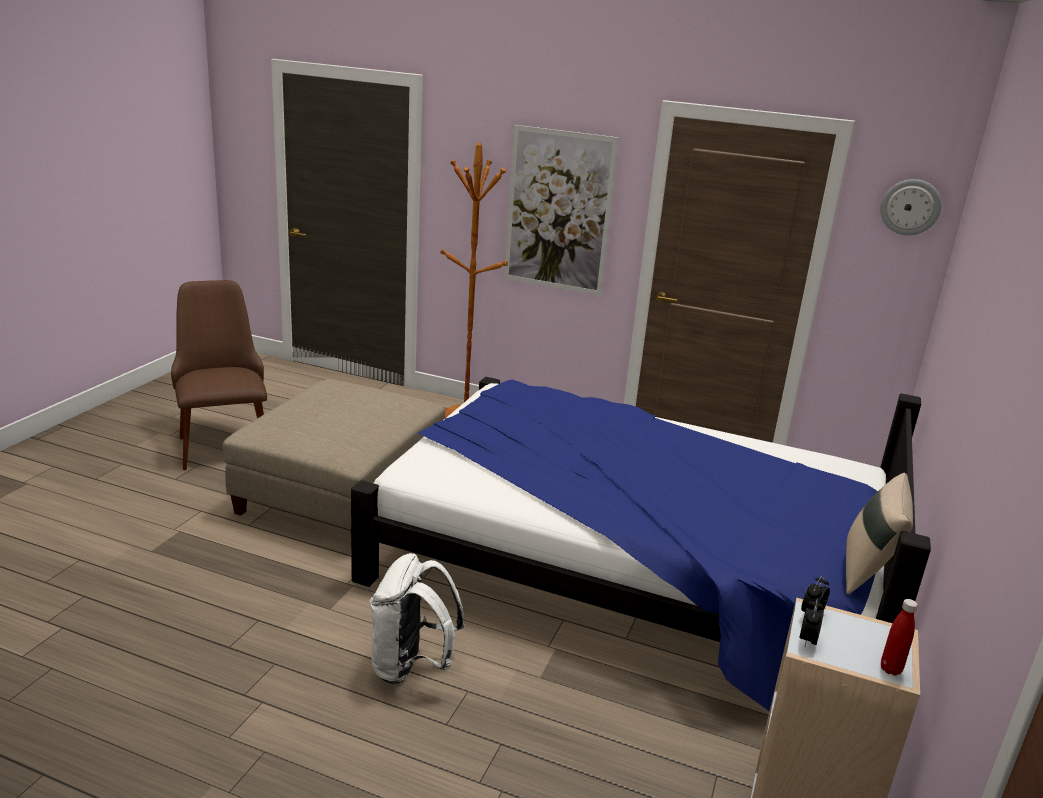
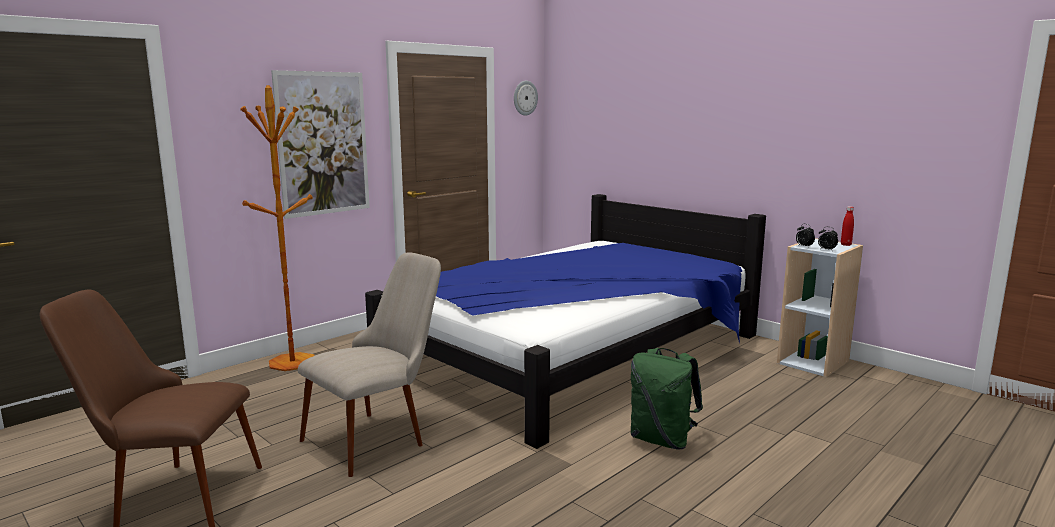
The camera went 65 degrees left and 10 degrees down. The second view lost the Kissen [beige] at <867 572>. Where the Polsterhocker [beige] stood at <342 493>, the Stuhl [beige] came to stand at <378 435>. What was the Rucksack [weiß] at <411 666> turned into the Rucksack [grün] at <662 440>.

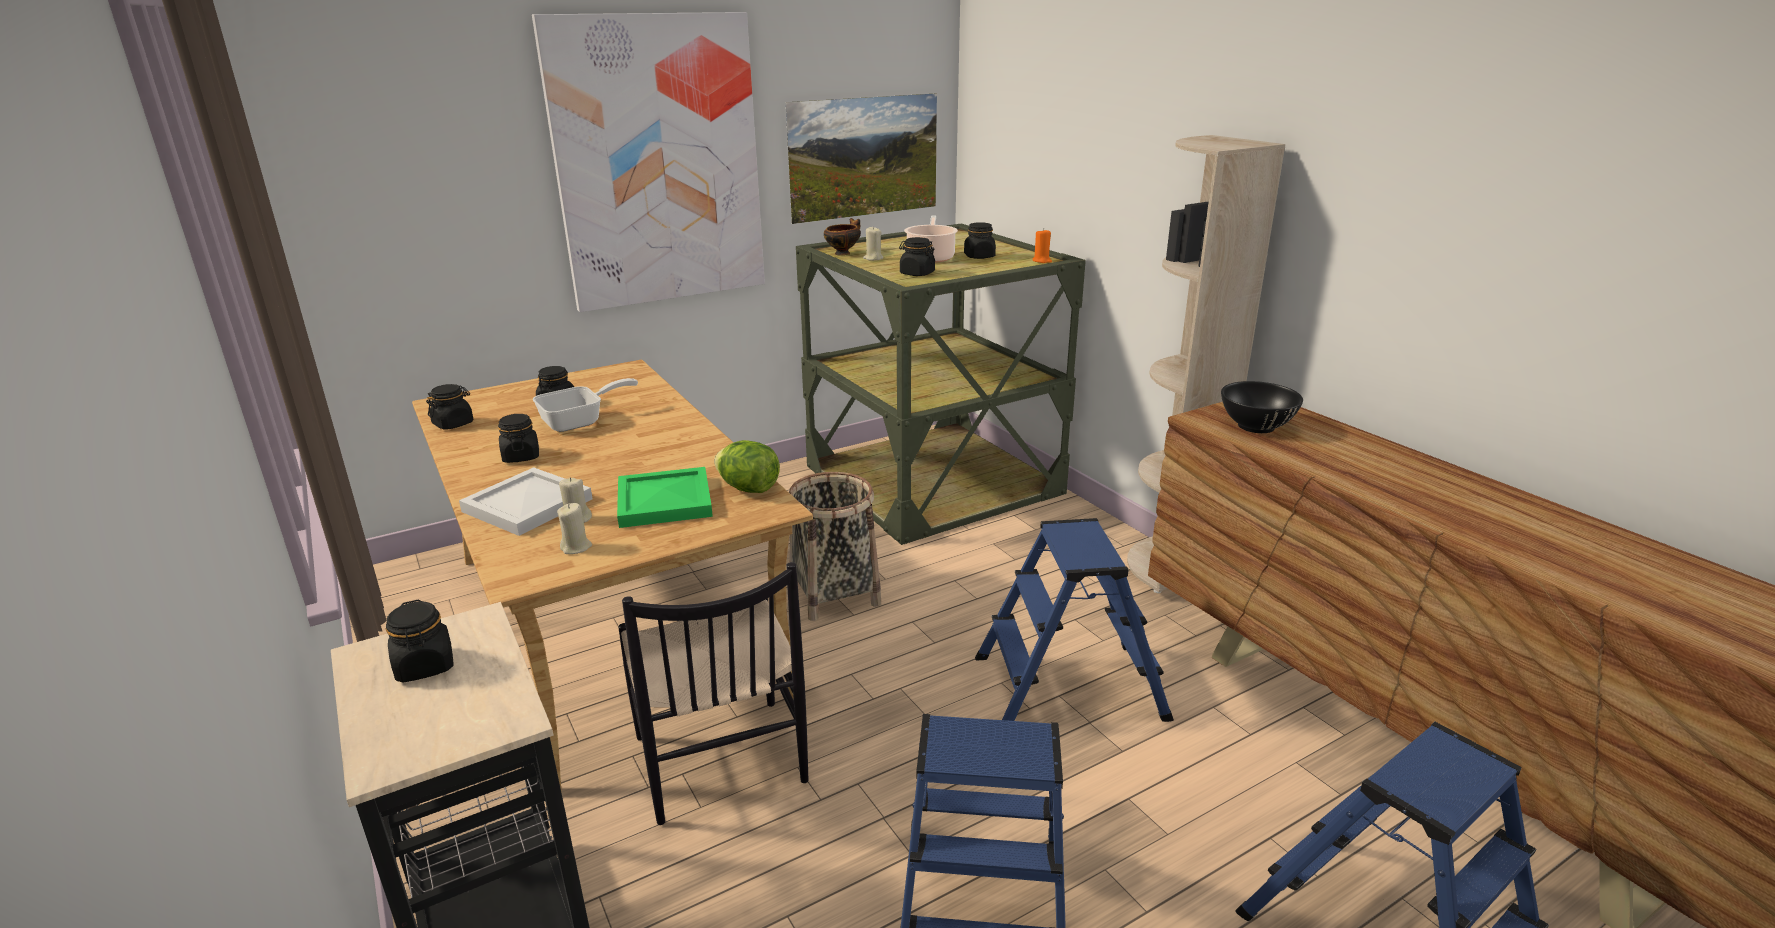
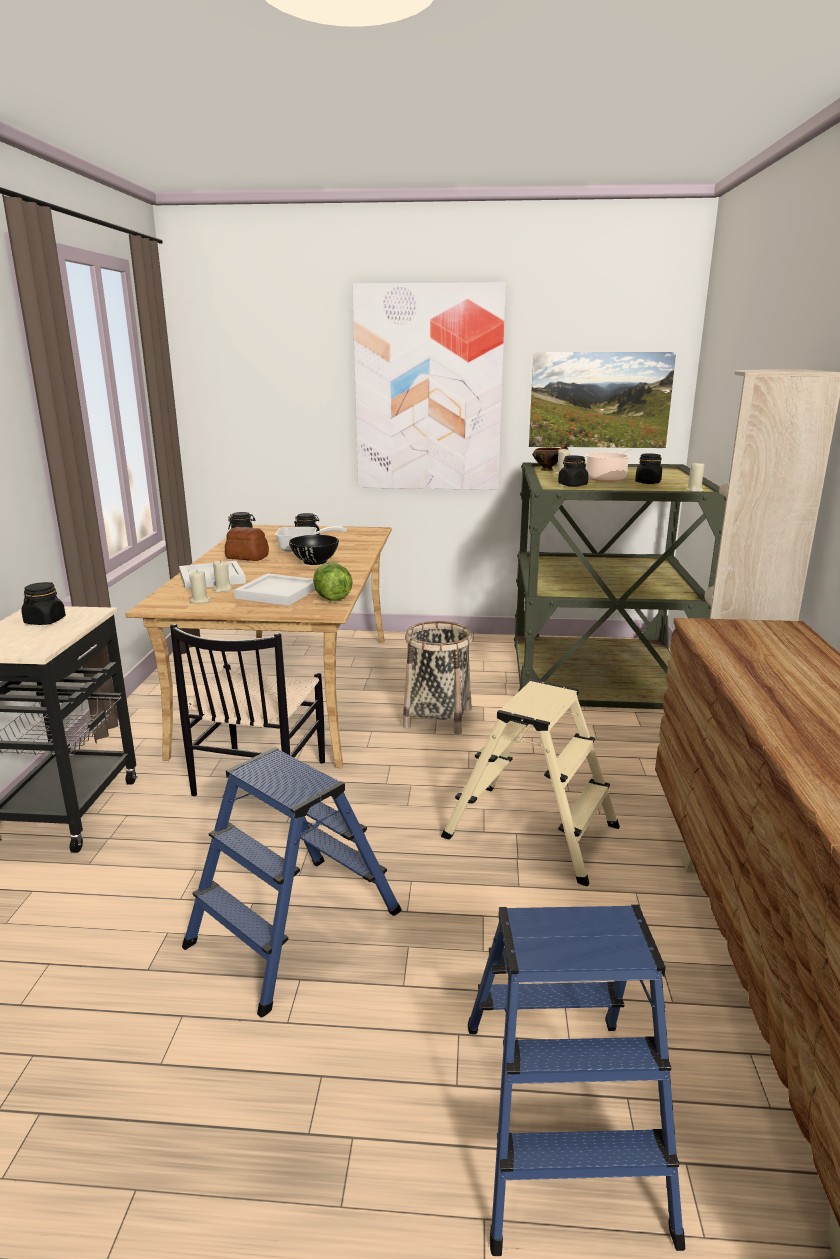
The camera went 35 degrees right and 5 degrees down. The Schüssel [schwarz] ended up elsewhere, having gone from <1255 426> to <315 562>. Where the Vorratsglas [schwarz] stood at <521 456>, the Brot came to stand at <247 557>. What was the Tablett [grün] at <666 500> turned into the Tablett [weiß] at <279 592>. What was the Trittleiter [blau] at <1069 687> turned into the Trittleiter [beige] at <531 831>. What was the Kerze [orange] at <1042 261> turned into the Kerze [beige] at <694 490>.

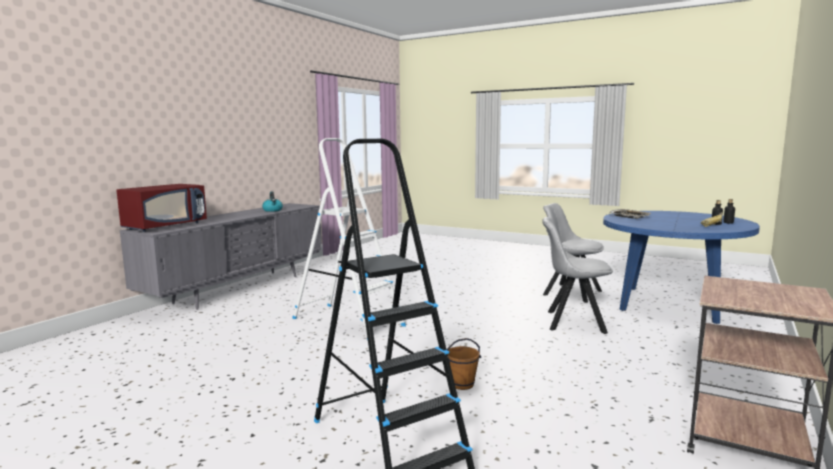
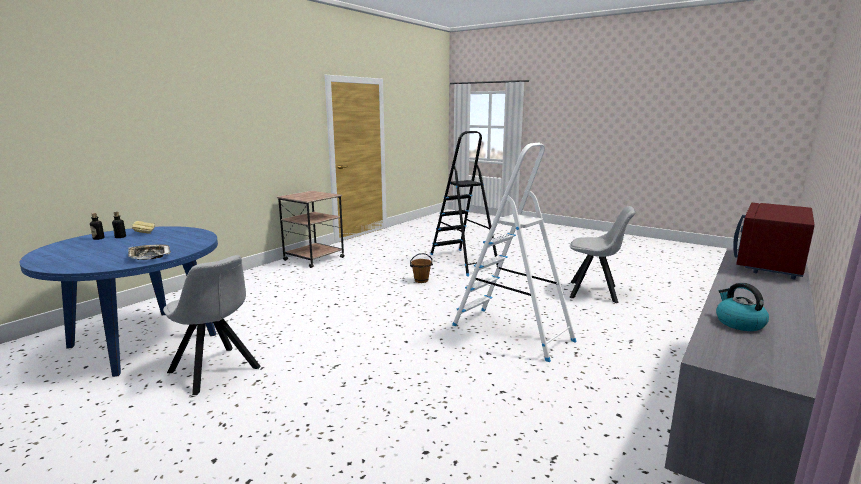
The camera went 175 degrees left and 5 degrees up. The Stuhl [grau] ended up elsewhere, having gone from <573 322> to <595 292>.

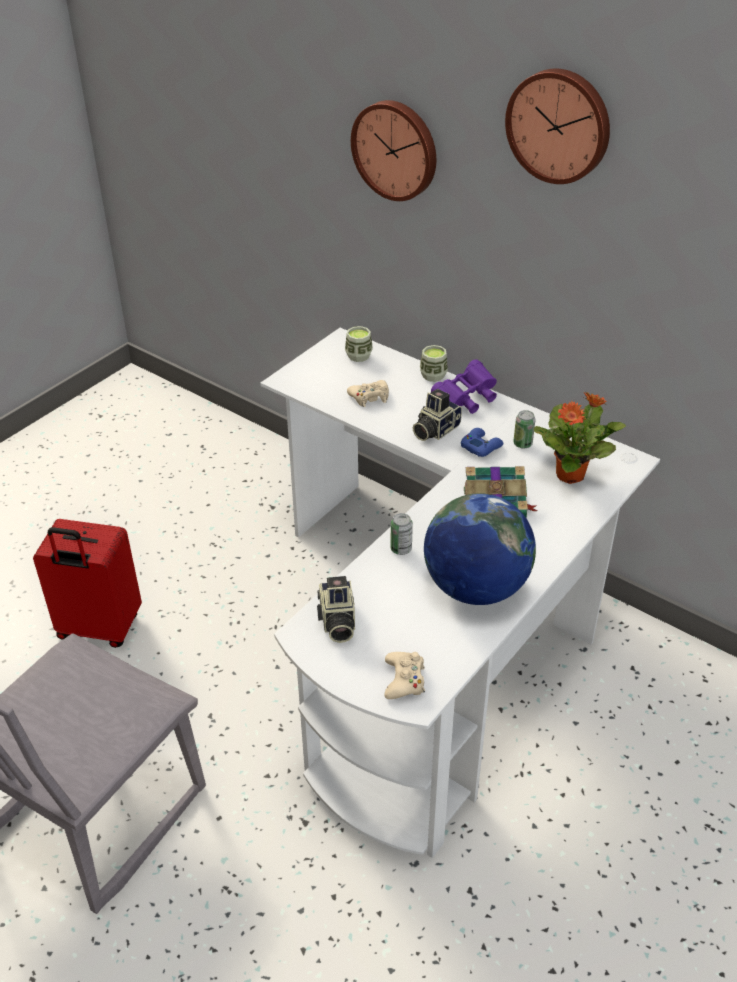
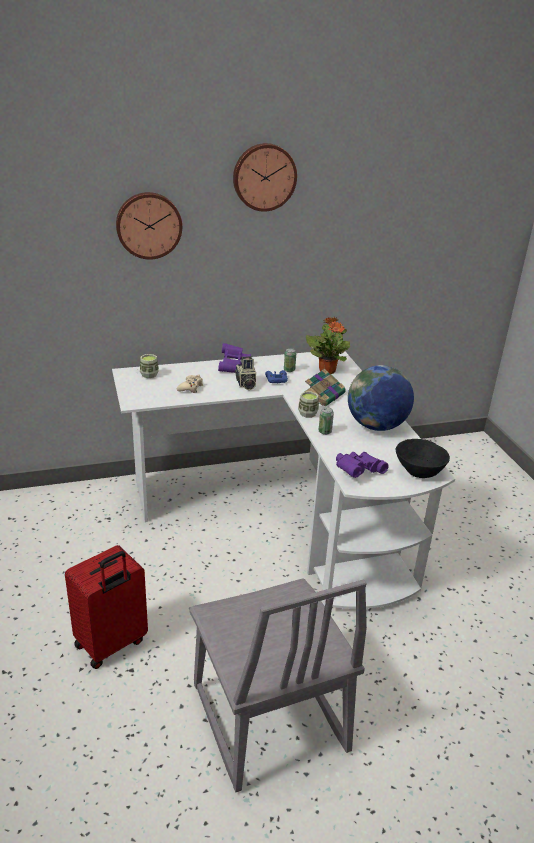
The camera went 55 degrees left and 10 degrees down. The Tasse ended up elsewhere, having gone from <433 375> to <307 413>. Where the Kamera stood at <336 622>, the Fernglas [lila] came to stand at <358 472>. Where the Gamepad [beige] stood at <404 680>, the Schüssel [schwarz] came to stand at <419 471>.

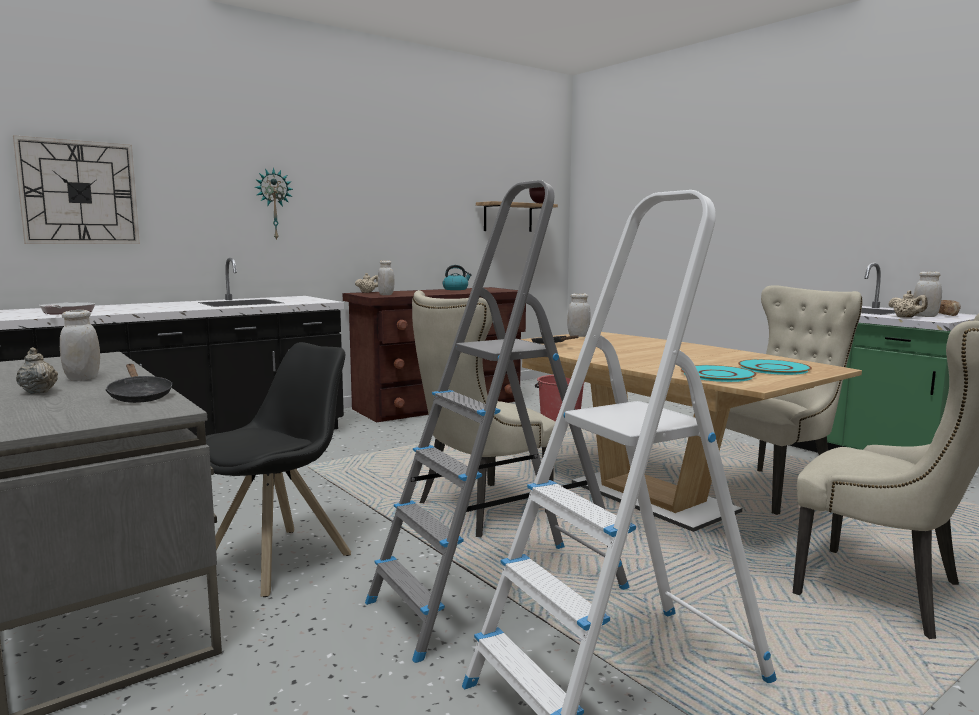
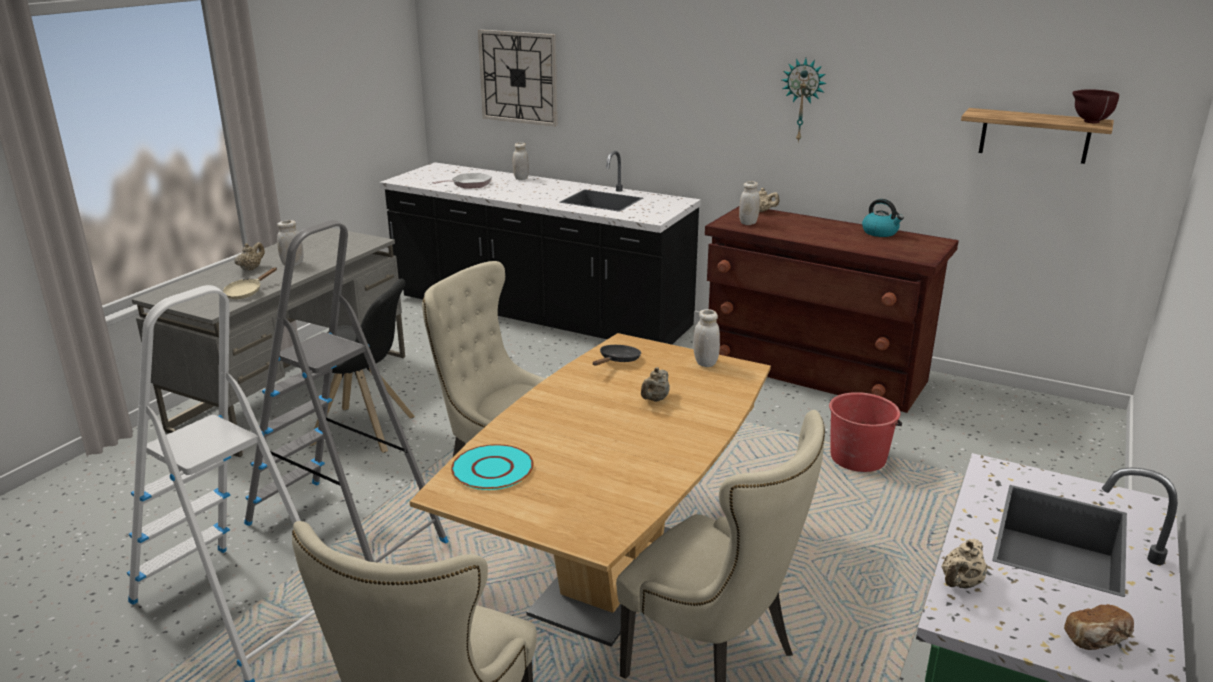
The camera went 65 degrees right and 15 degrees up. The second view lost the Teller [türkis] at <773 368>. The second view gained the Teekanne [beige] at <654 399>. The Wanduhr ended up elsewhere, having gone from <273 204> to <803 100>. The Vorratsglas [weiß] ended up elsewhere, having gone from <925 316> to <521 178>. What was the Pfanne [schwarz] at <139 396> turned into the Pfanne [beige] at <246 292>.

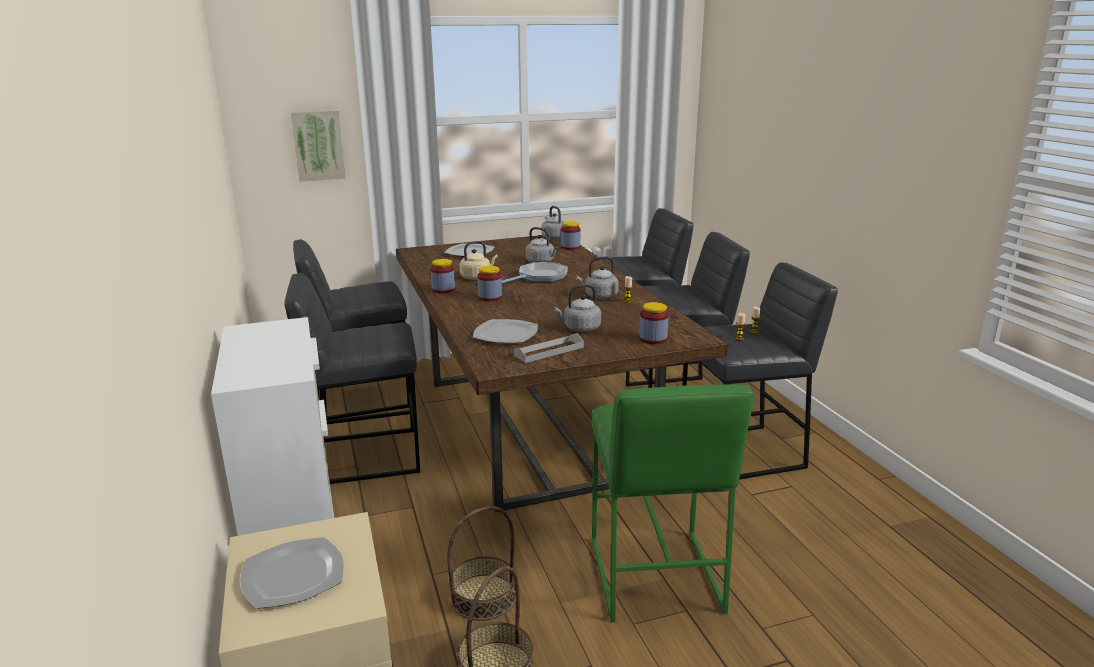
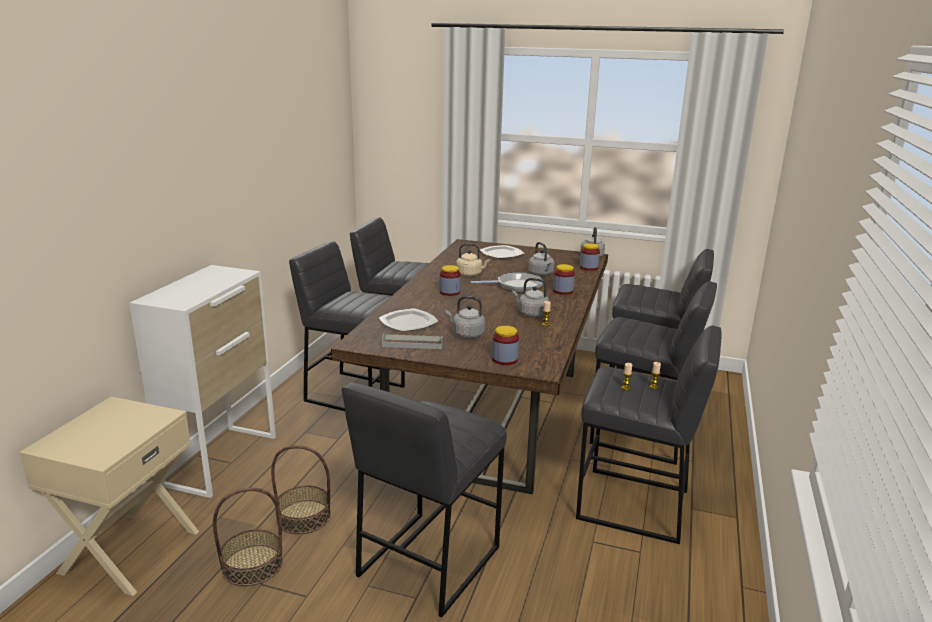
The camera went 35 degrees right and 0 degrees up. The second view lost the Teller at <294 576>. The second view lost the Bild at <318 145>. The Vorratsglas ended up elsewhere, having gone from <443 289> to <563 291>. What was the Hocker [grün] at <655 576> turned into the Hocker [grau] at <427 562>.

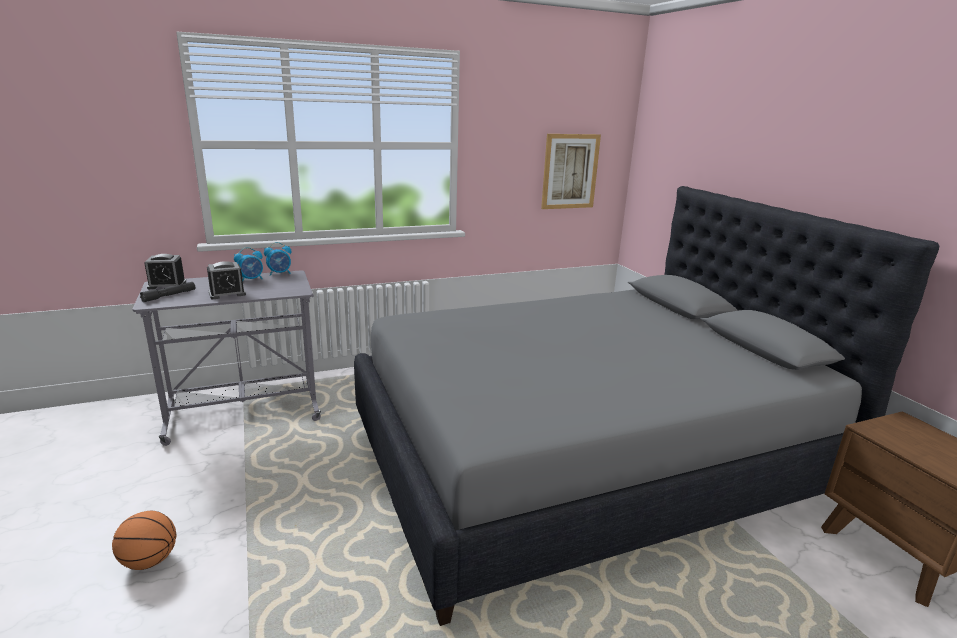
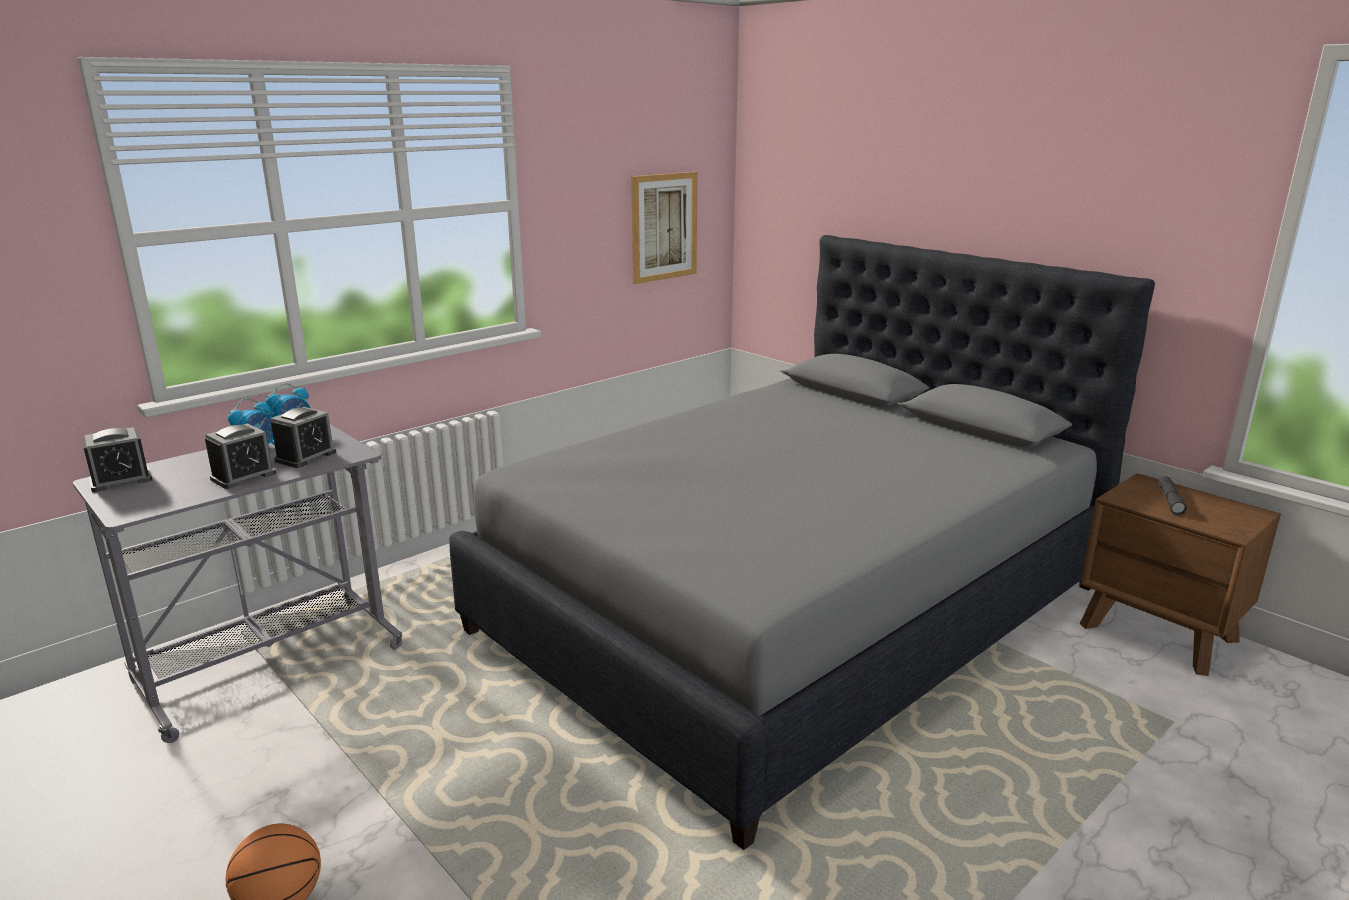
The camera went 20 degrees left and 0 degrees up. The second view gained the Wecker at <306 456>. The Taschenlampe [grau] ended up elsewhere, having gone from <169 296> to <1170 500>.

